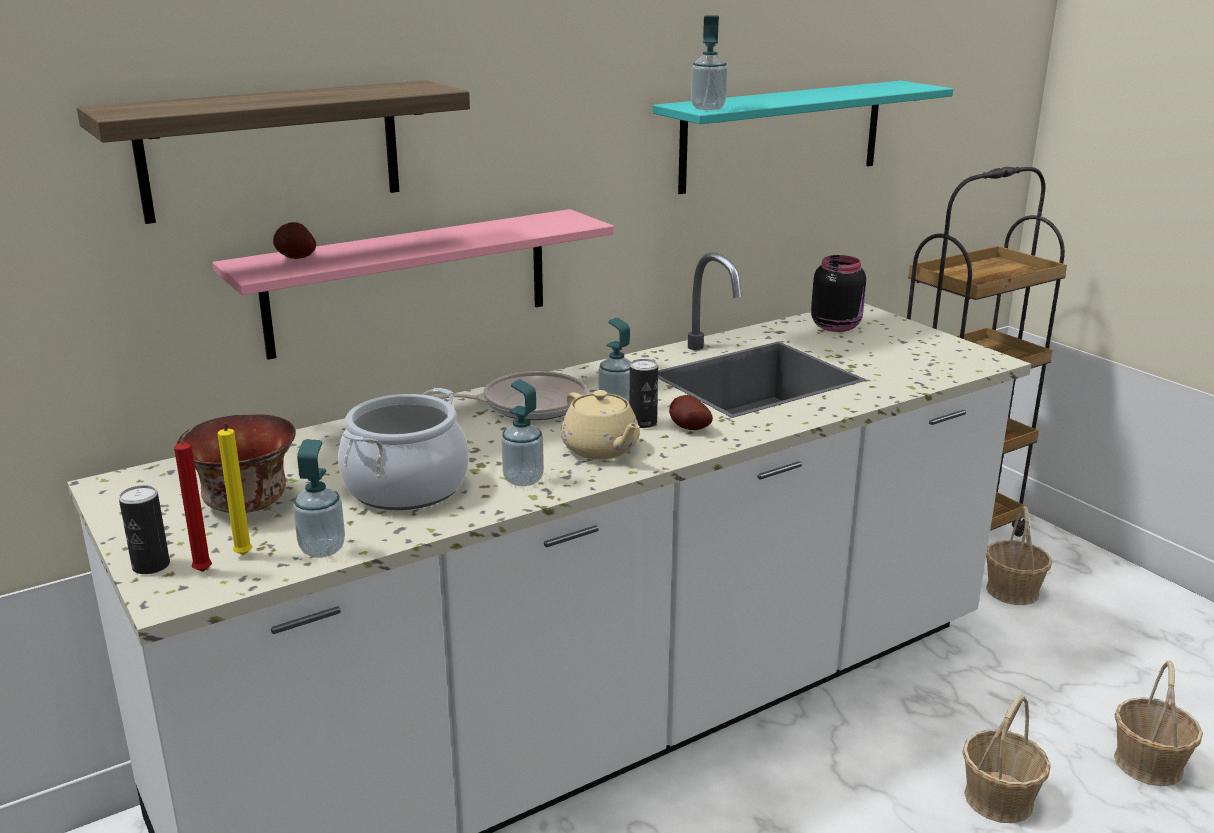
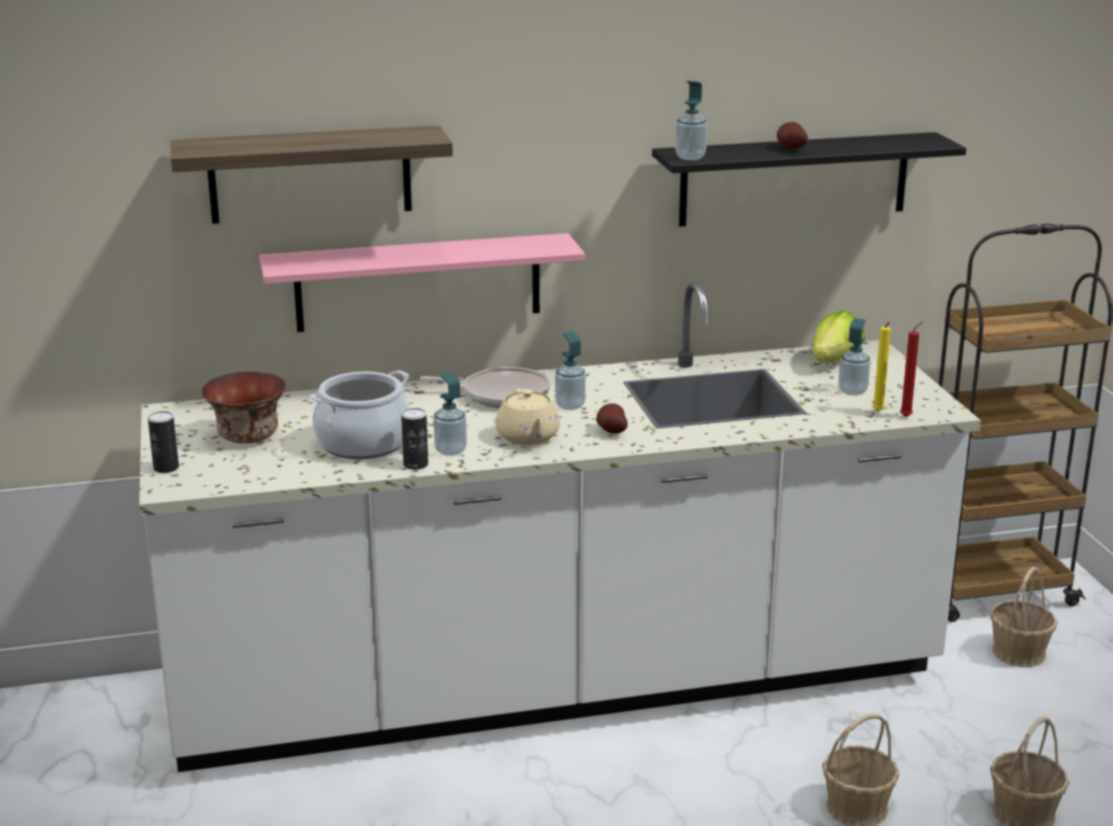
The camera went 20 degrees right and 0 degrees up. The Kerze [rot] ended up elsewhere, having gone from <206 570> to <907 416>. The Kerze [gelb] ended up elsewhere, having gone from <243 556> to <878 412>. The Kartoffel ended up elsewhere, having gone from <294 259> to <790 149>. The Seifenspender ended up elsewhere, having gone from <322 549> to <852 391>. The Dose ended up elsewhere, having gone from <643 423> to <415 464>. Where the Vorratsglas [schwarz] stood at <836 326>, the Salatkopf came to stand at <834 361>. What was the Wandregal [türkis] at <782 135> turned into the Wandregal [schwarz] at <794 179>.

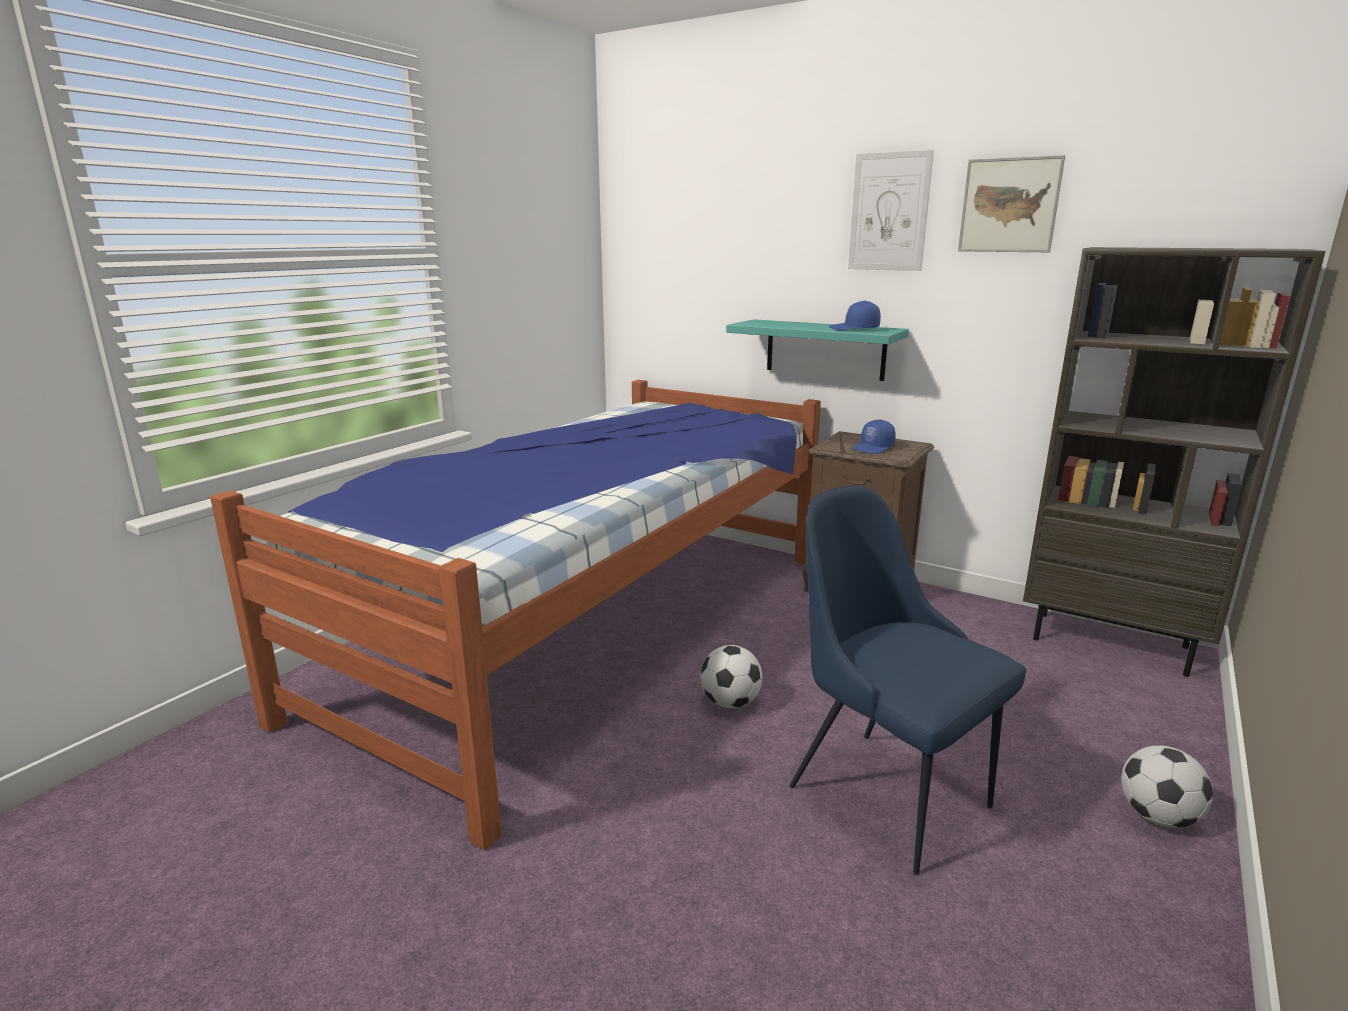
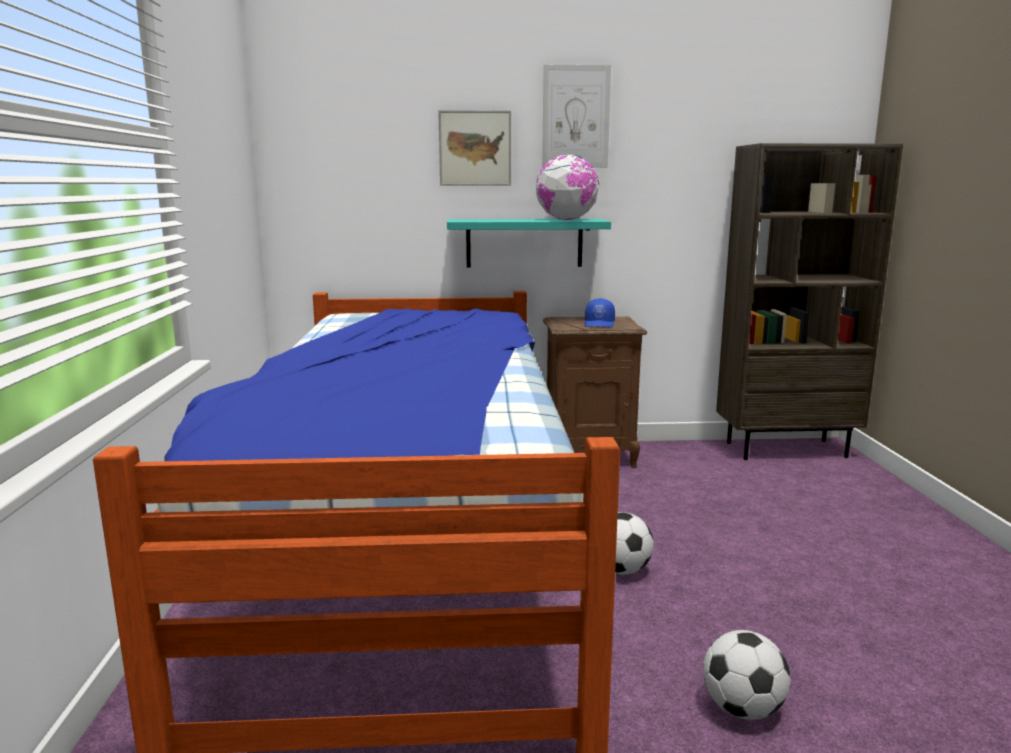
The camera went 35 degrees left and 5 degrees down. The second view lost the Stuhl [blau] at <886 796>. The Bild ended up elsewhere, having gone from <1009 205> to <475 148>. The Fußball ended up elsewhere, having gone from <1157 816> to <742 709>. Where the Kappe [blau] stood at <854 329>, the Globus came to stand at <567 219>.

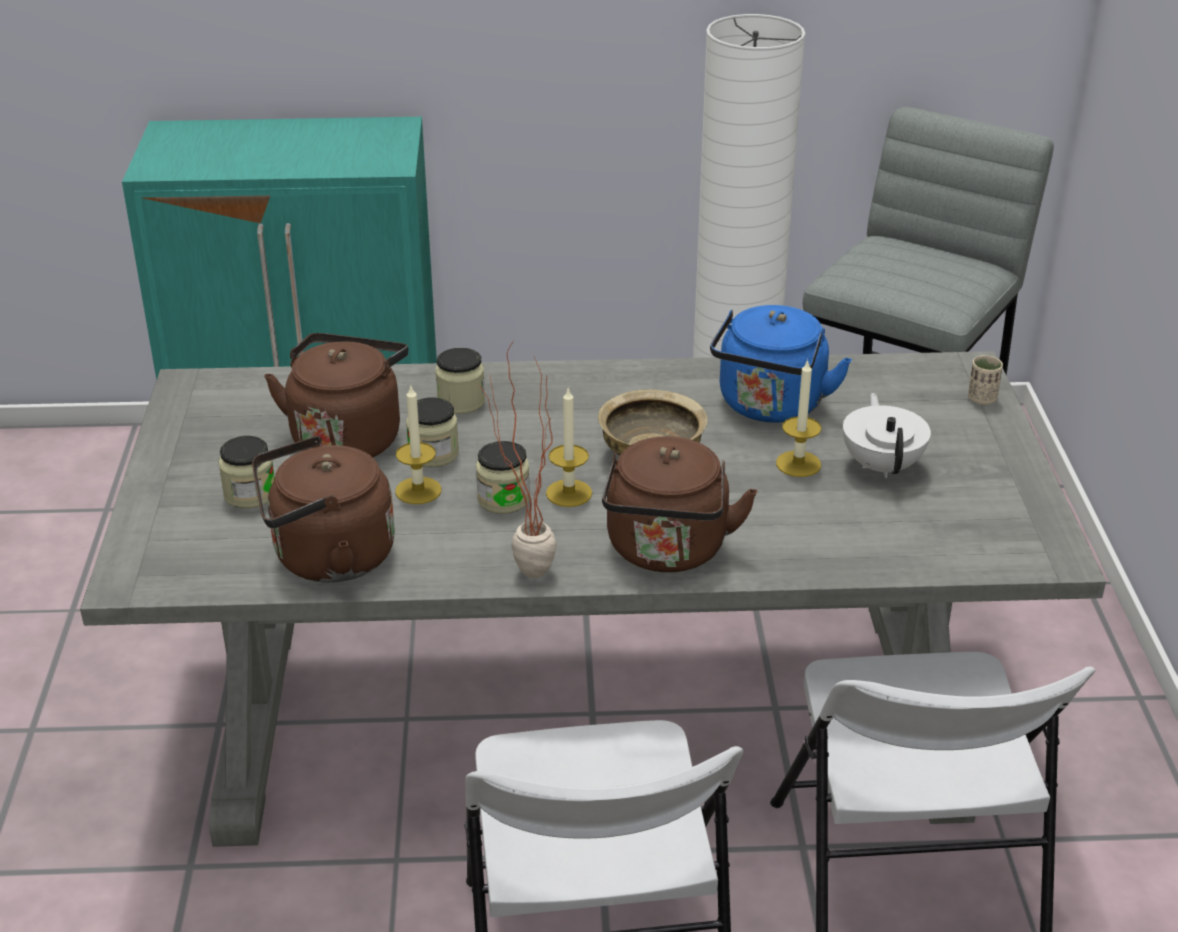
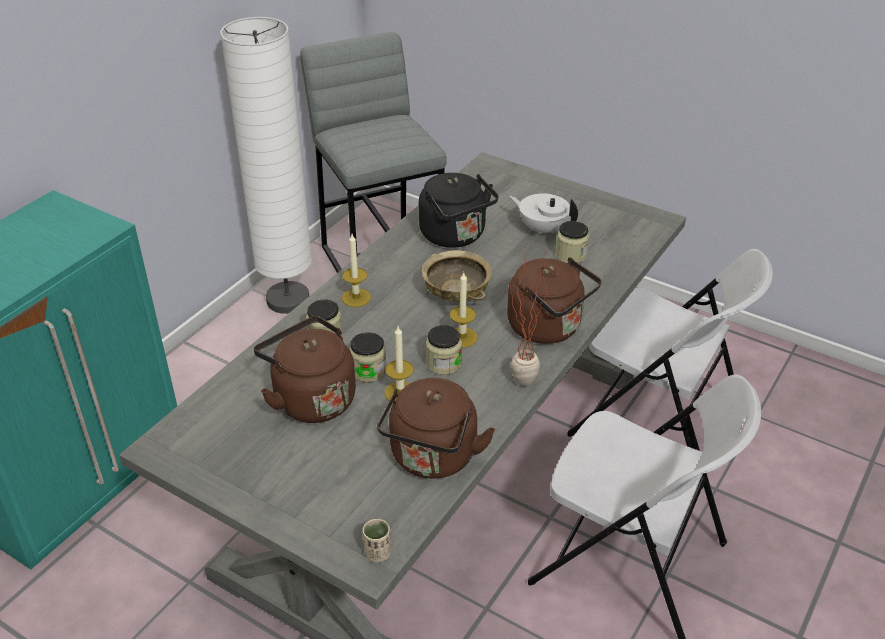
The camera went 55 degrees left and 5 degrees up. The Vorratsglas ended up elsewhere, having gone from <250 494> to <571 255>. The Kerze ended up elsewhere, having gone from <798 464> to <356 298>. The Tasse [beige] ended up elsewhere, having gone from <982 399> to <377 553>. What was the Wasserkessel [blau] at <770 407> turned into the Wasserkessel [schwarz] at <455 236>.

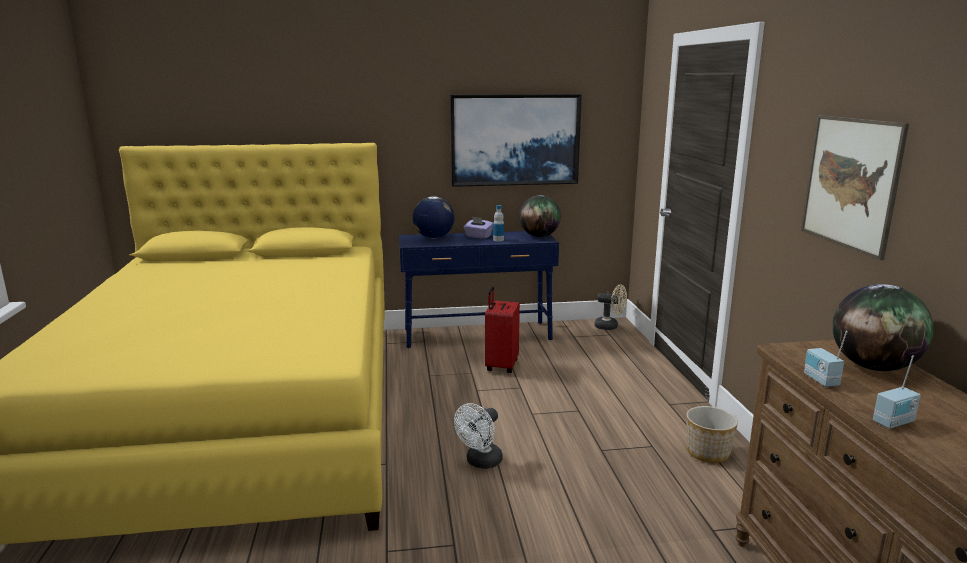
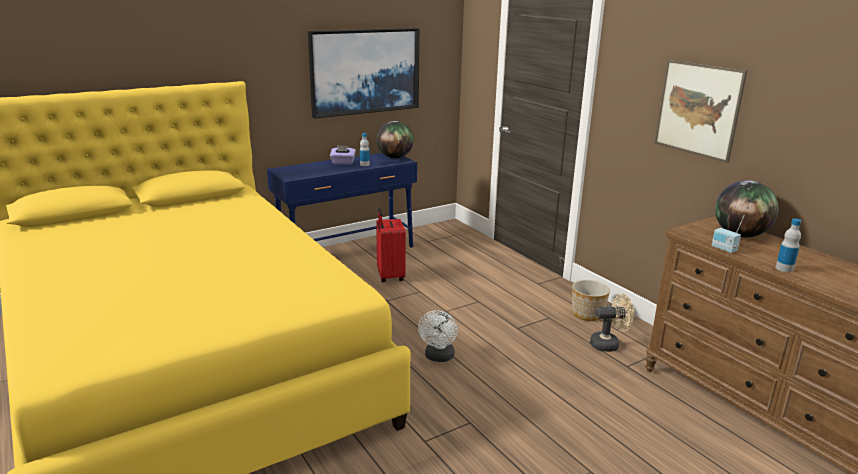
The camera went 25 degrees left and 5 degrees up. The second view lost the Globus at <433 237>. The Ventilator [beige] ended up elsewhere, having gone from <610 327> to <609 344>. Where the Radio stood at <895 423>, the Flasche came to stand at <784 269>.

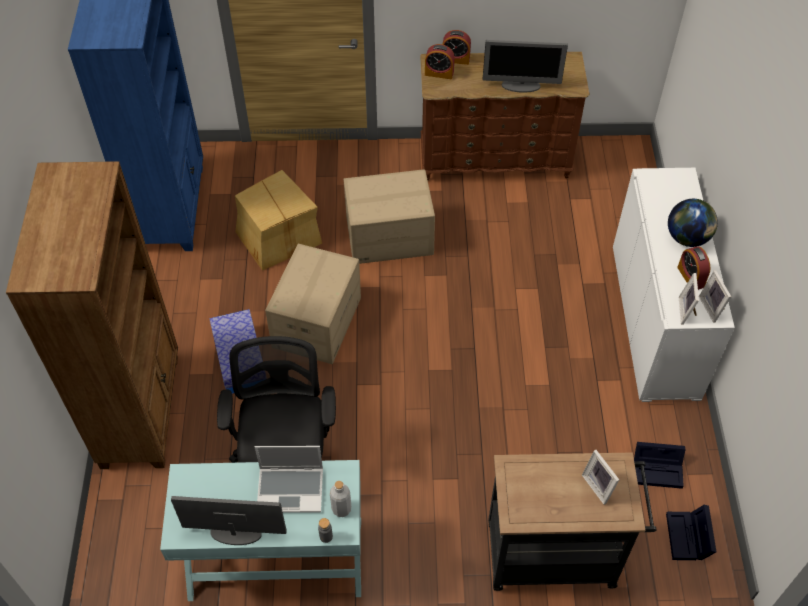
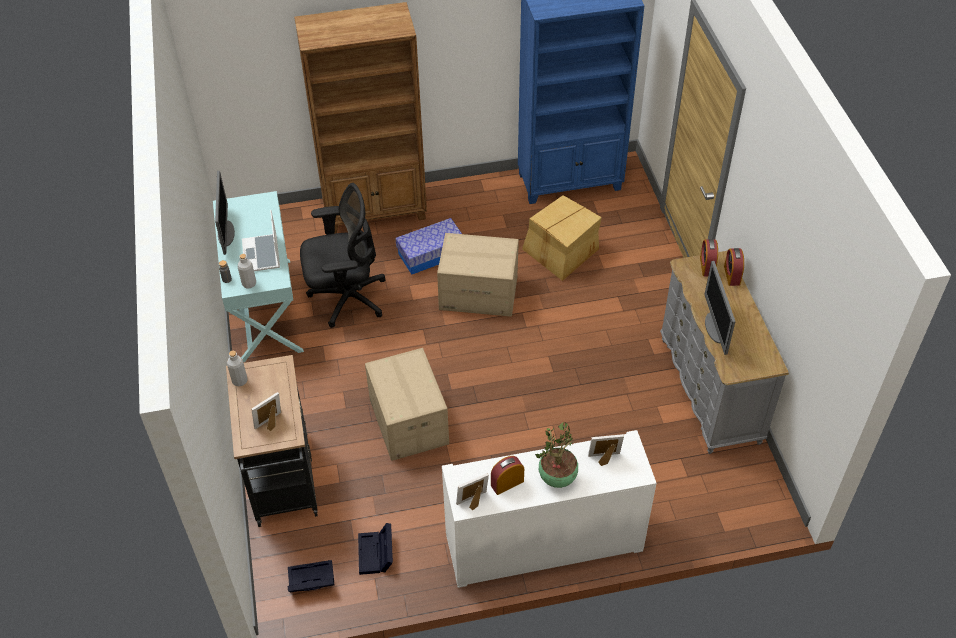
The camera went 80 degrees right and 5 degrees down. The second view gained the Flasche [grau] at <240 381>. The Karton ended up elsewhere, having gone from <389 237> to <408 421>. The Bilderrahmen ended up elsewhere, having gone from <687 311> to <604 459>. Where the Globus stood at <687 238>, the Topfpflanze came to stand at <556 479>. What was the Kommode [braun] at <495 160> turned into the Kommode [grau] at <709 391>.

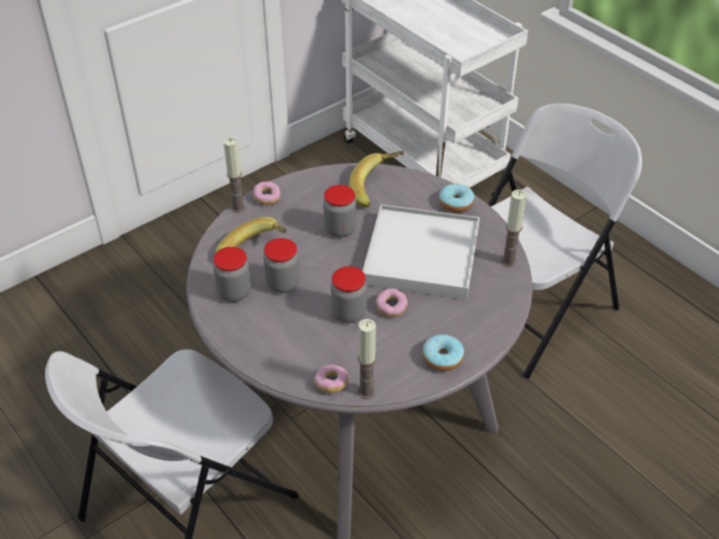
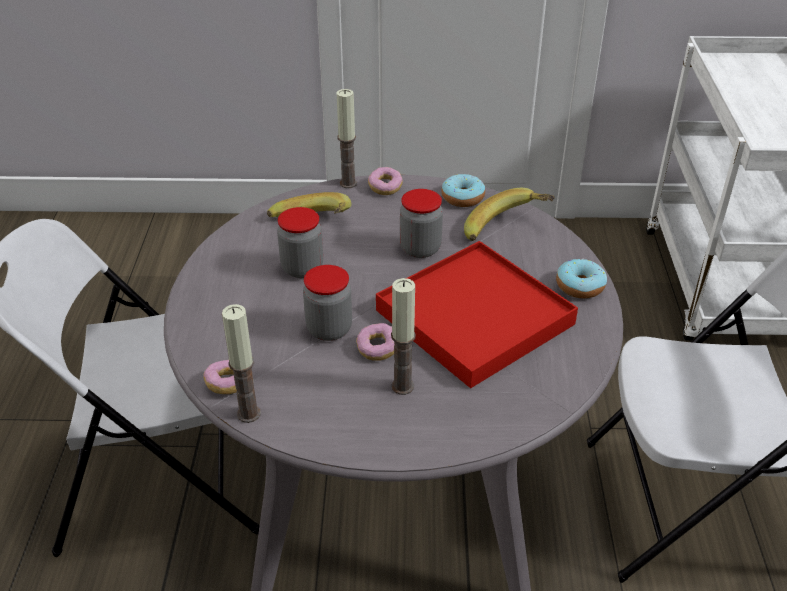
The camera went 40 degrees right and 5 degrees down. The second view lost the Vorratsglas at <234 293>. The Donut ended up elsewhere, having gone from <442 358> to <462 197>. The Kerze ended up elsewhere, having gone from <508 261> to <402 386>. What was the Tablett [weiß] at <422 255> turned into the Tablett [rot] at <475 317>.

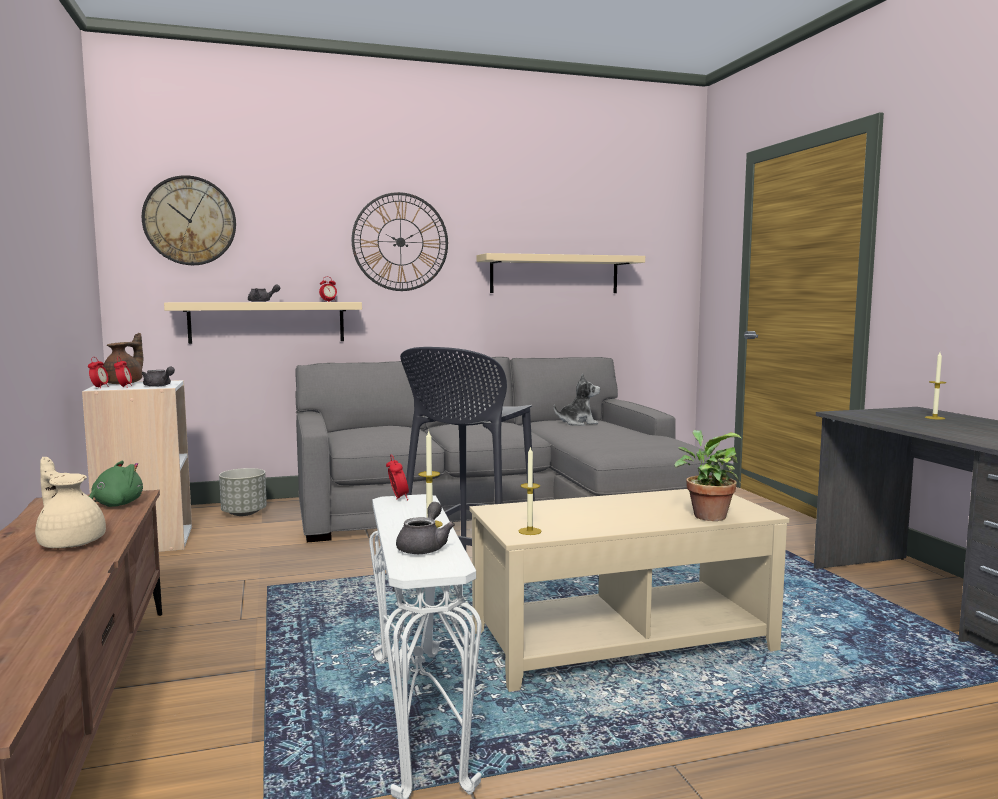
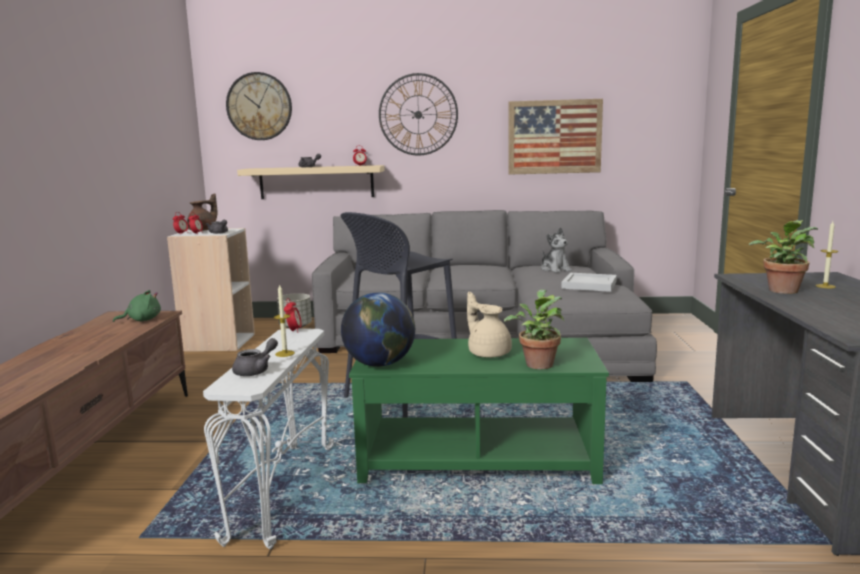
The camera went 20 degrees right and 5 degrees up. The second view gained the Tablett [weiß] at <590 285>. The second view gained the Topfpflanze at <782 290>. The Teekanne [beige] ended up elsewhere, having gone from <71 542> to <488 353>. Where the Wandregal [beige] hung at <554 274>, the Bild came to hang at <554 137>. Where the Kerze stood at <529 531>, the Globus came to stand at <380 364>. What was the Couchtisch [beige] at <622 641> turned into the Couchtisch [grün] at <478 458>. The Plüschtier at <578 423> ended up facing another way, 60 degrees clockwise from before.

